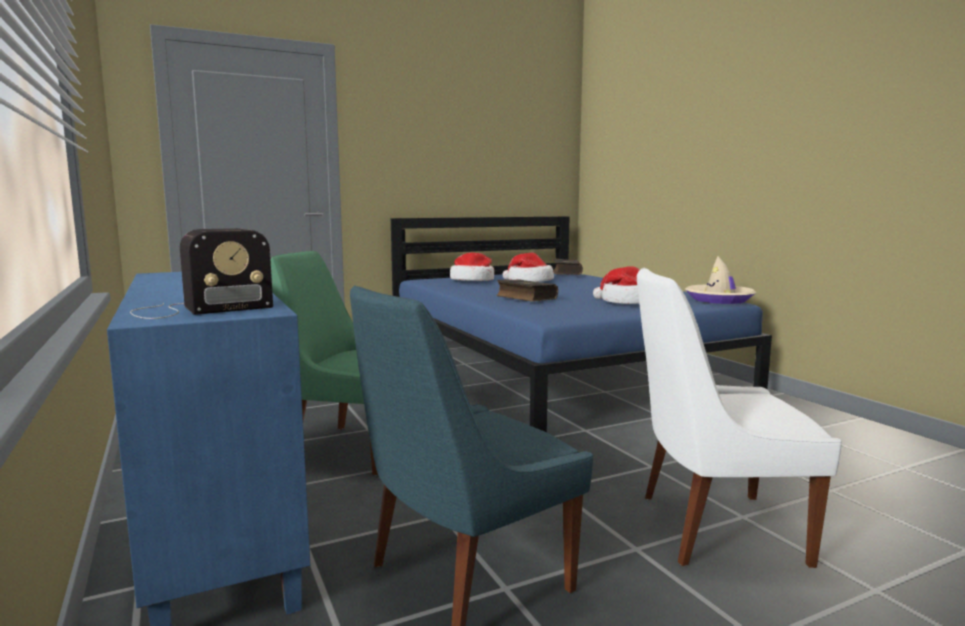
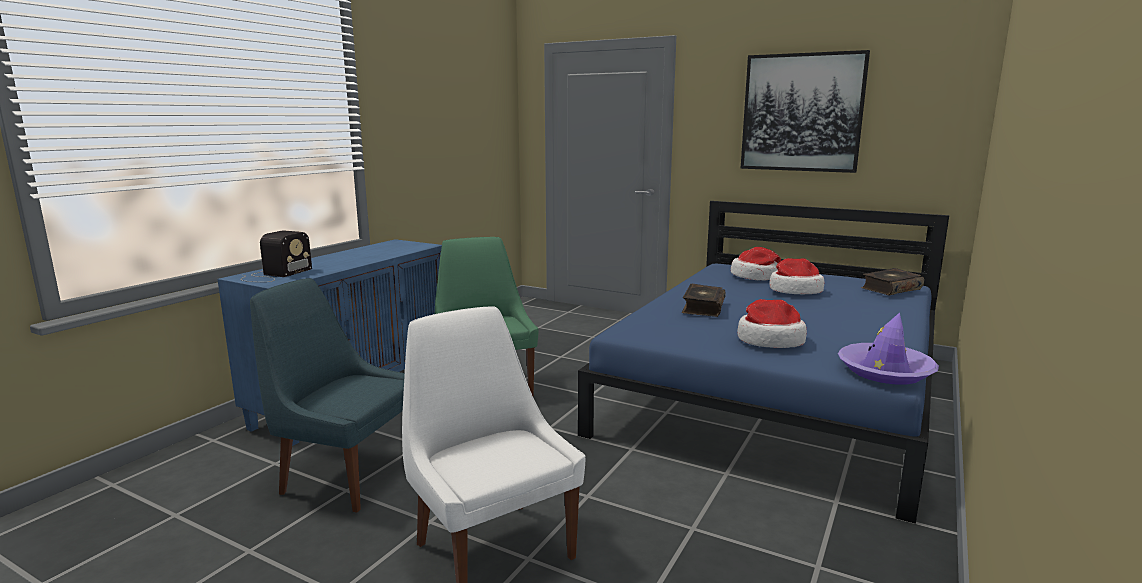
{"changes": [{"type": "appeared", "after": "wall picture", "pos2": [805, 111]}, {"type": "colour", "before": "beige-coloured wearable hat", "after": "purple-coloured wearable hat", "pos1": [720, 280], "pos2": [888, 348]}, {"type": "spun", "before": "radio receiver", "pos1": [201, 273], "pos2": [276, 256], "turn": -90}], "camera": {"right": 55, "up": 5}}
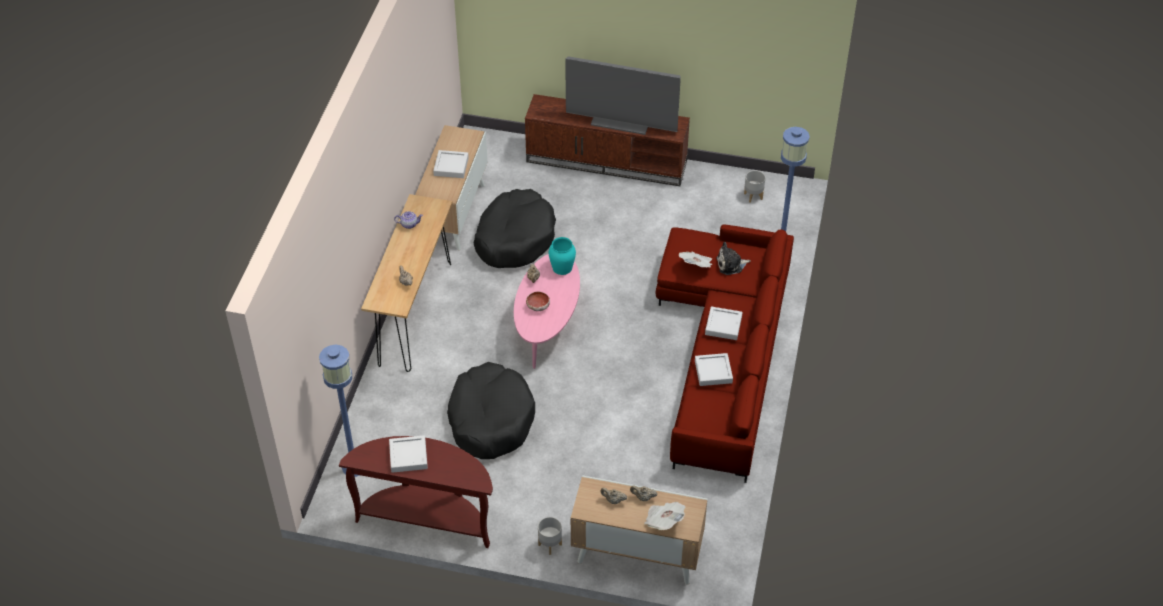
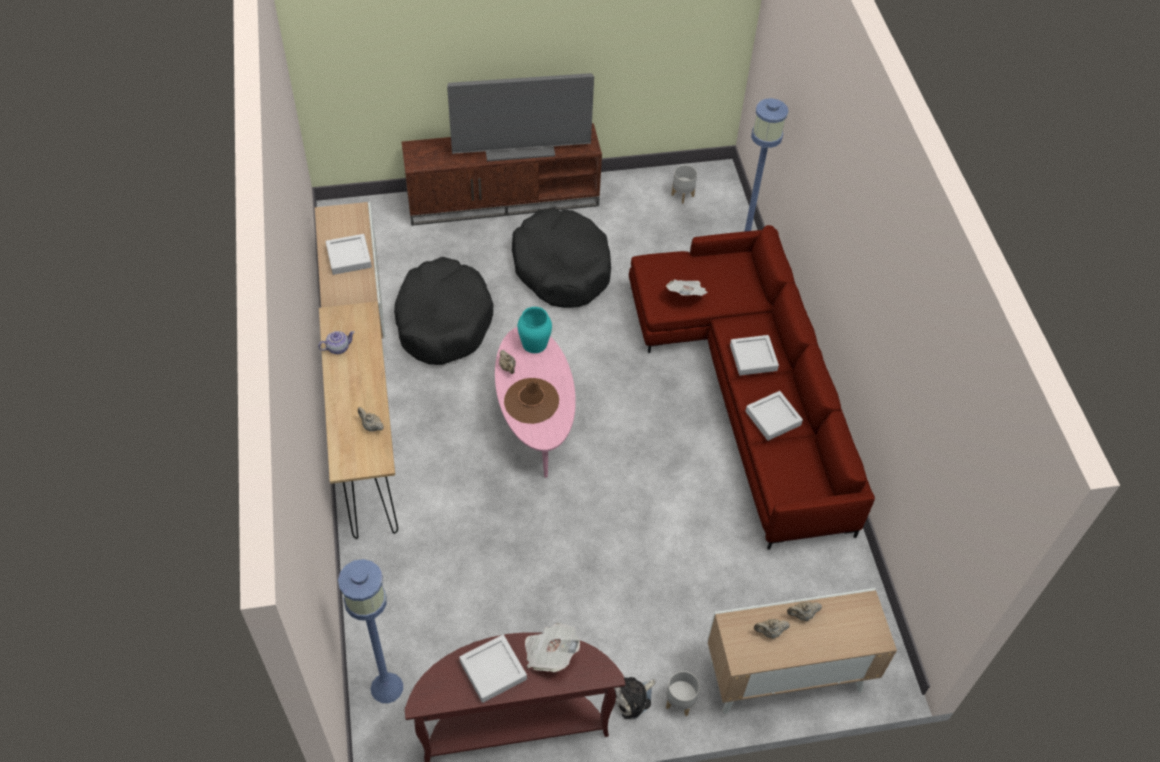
{"changes": [{"type": "relocated", "before": "black-coloured pet bed", "pos1": [491, 410], "pos2": [561, 258]}, {"type": "relocated", "before": "printed paper", "pos1": [664, 516], "pos2": [552, 647]}, {"type": "relocated", "before": "soft toy", "pos1": [733, 258], "pos2": [634, 698]}, {"type": "exchanged", "before": "bowl", "after": "brownish wearable hat", "pos1": [538, 301], "pos2": [531, 401]}], "camera": {"right": -25, "up": 5}}
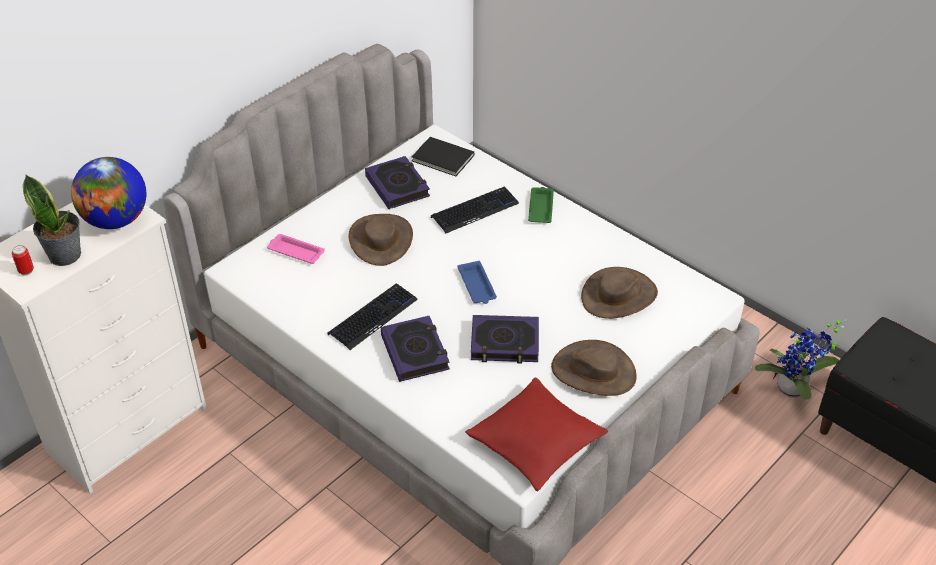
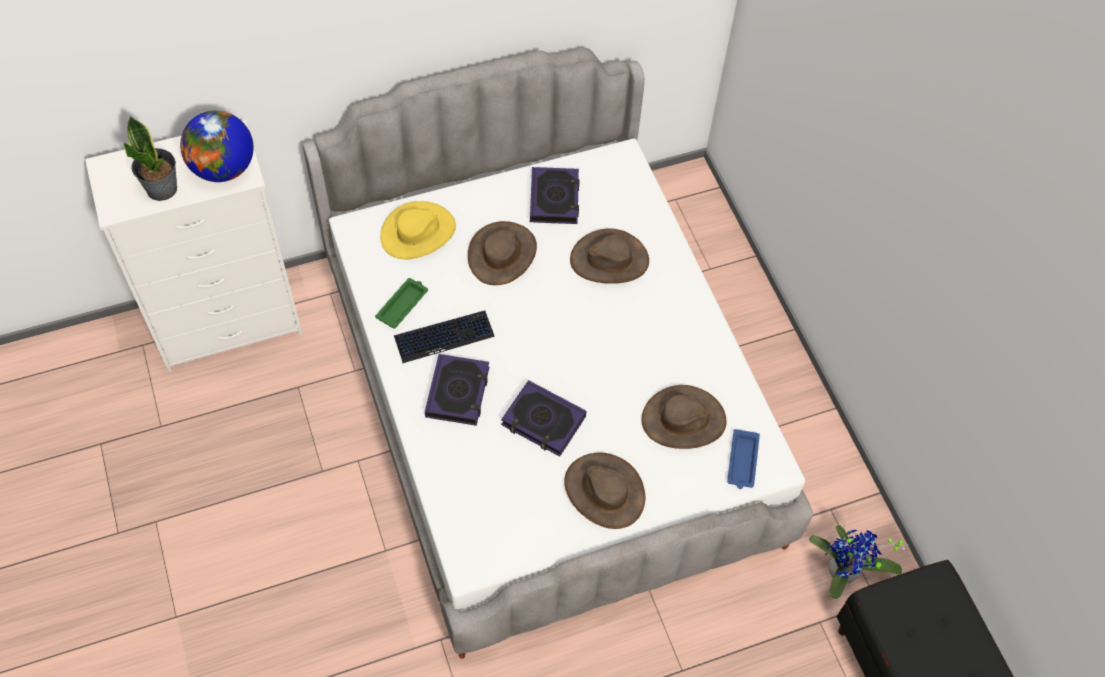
{"changes": [{"type": "missing", "before": "metal can", "pos1": [23, 260]}, {"type": "missing", "before": "black-coloured bound book", "pos1": [443, 156]}, {"type": "missing", "before": "red pillow", "pos1": [536, 434]}, {"type": "relocated", "before": "blue carrying tray", "pos1": [477, 282], "pos2": [743, 459]}, {"type": "relocated", "before": "green carrying tray", "pos1": [541, 205], "pos2": [401, 303]}, {"type": "exchanged", "before": "pinkish carrying tray", "after": "yellow wearable hat", "pos1": [296, 249], "pos2": [418, 230]}, {"type": "exchanged", "before": "keyboard", "after": "brownish wearable hat", "pos1": [475, 210], "pos2": [609, 256]}], "camera": {"right": 25, "up": 15}}
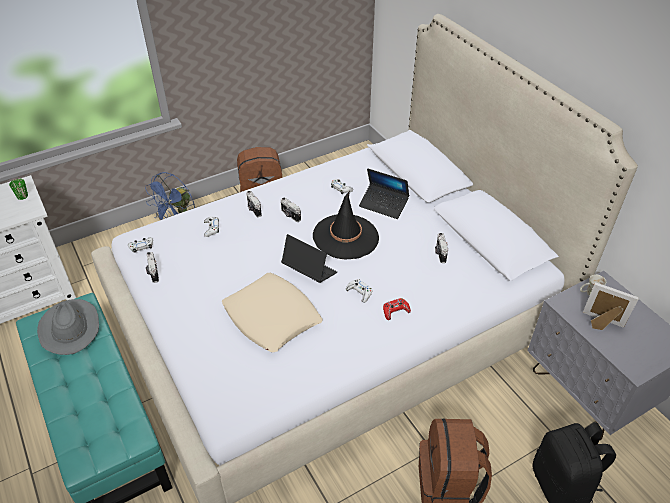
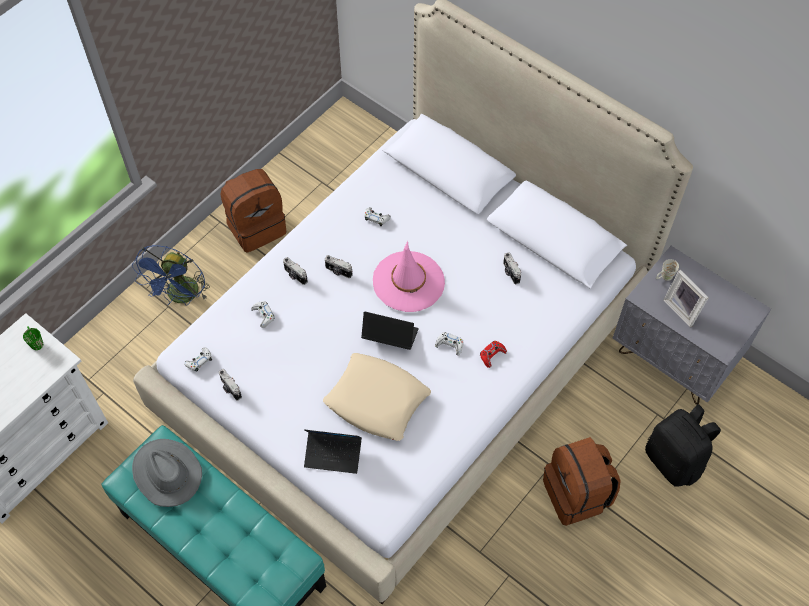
{"changes": [{"type": "relocated", "before": "notebook computer", "pos1": [384, 193], "pos2": [333, 452]}, {"type": "colour", "before": "black-coloured wearable hat", "after": "pinkish wearable hat", "pos1": [346, 225], "pos2": [409, 276]}, {"type": "spun", "before": "picture frame", "pos1": [611, 306], "pos2": [686, 298], "turn": -135}], "camera": {"right": -20, "up": 15}}
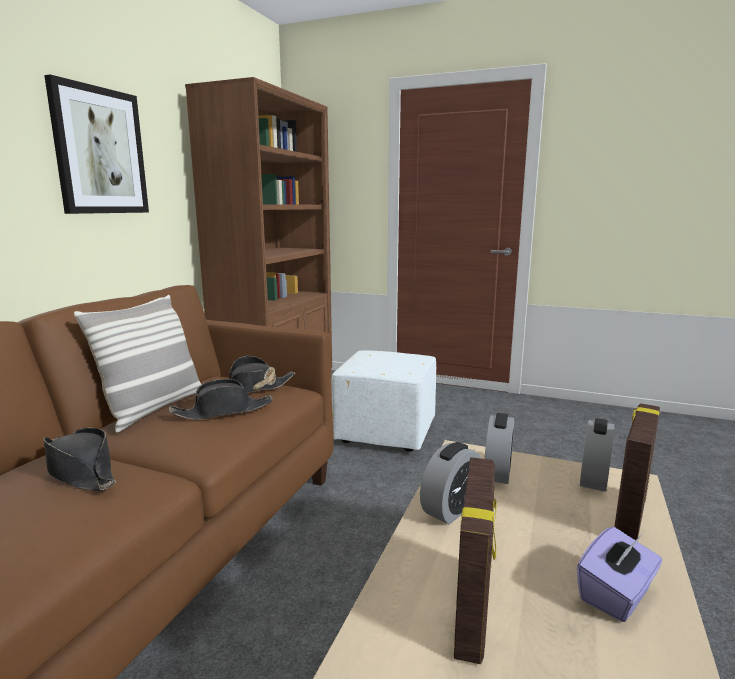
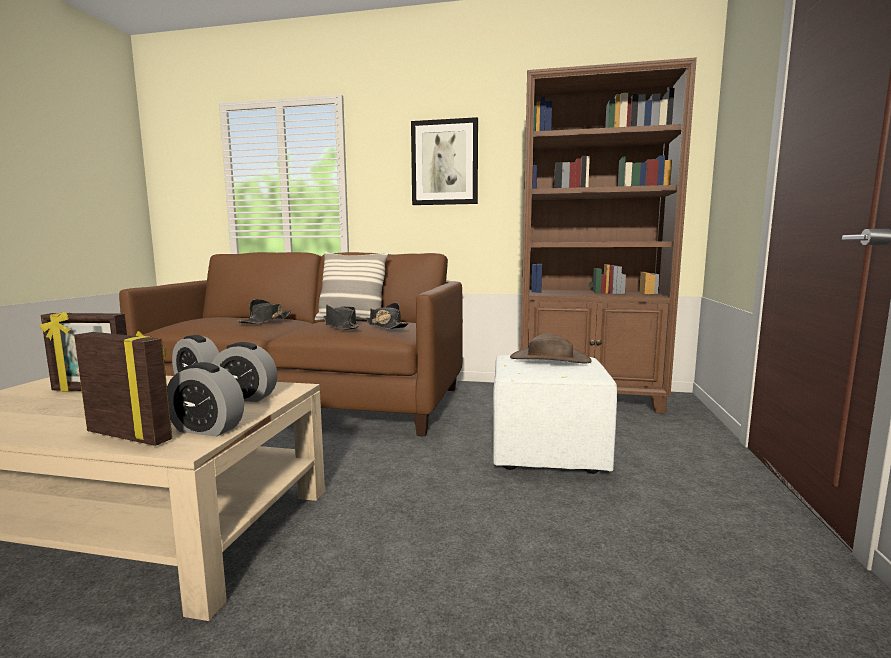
{"changes": [{"type": "missing", "before": "purple-coloured box of tissues", "pos1": [619, 574]}, {"type": "appeared", "after": "brownish wearable hat", "pos2": [551, 348]}], "camera": {"right": 80, "up": -5}}
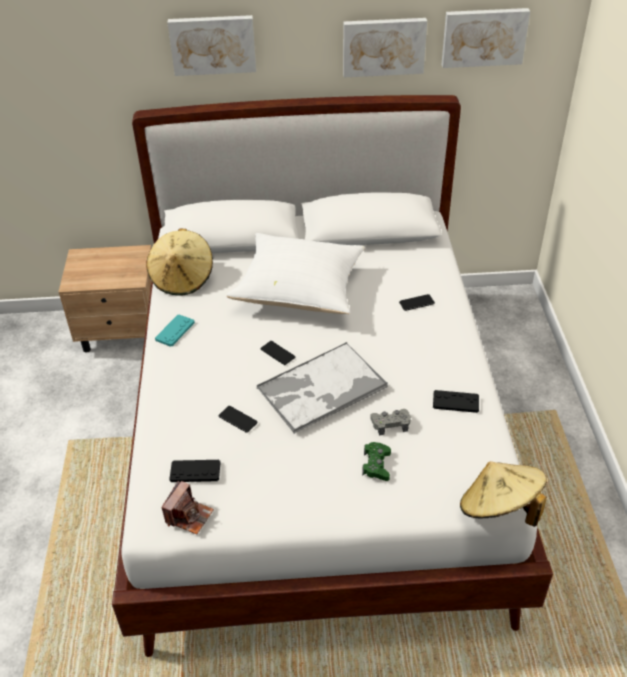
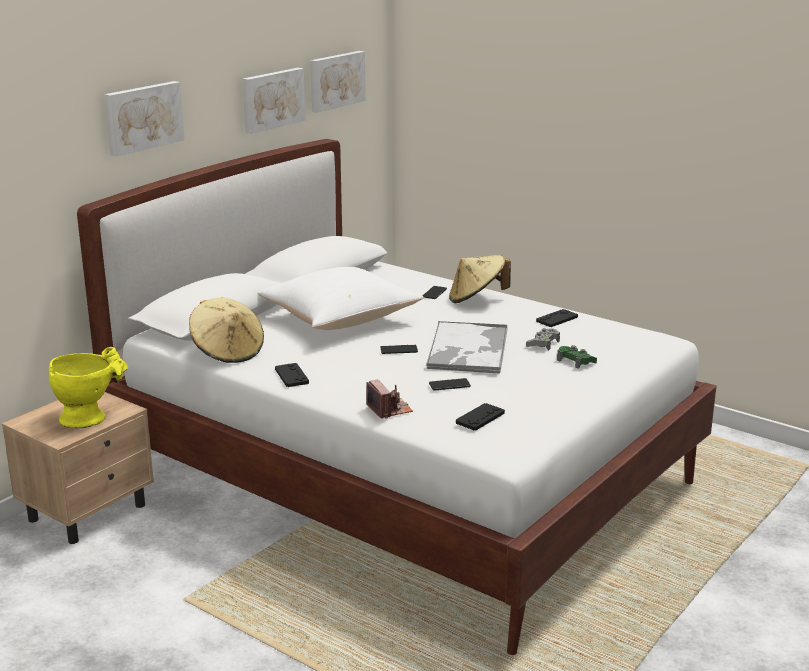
{"changes": [{"type": "appeared", "after": "yellow vase", "pos2": [89, 387]}, {"type": "relocated", "before": "still camera", "pos1": [187, 507], "pos2": [389, 399]}, {"type": "relocated", "before": "beige-coloured wearable hat", "pos1": [503, 494], "pos2": [480, 279]}, {"type": "colour", "before": "turquoise-coloured game controller", "after": "black-coloured game controller", "pos1": [175, 331], "pos2": [292, 375]}], "camera": {"right": -50, "up": -20}}
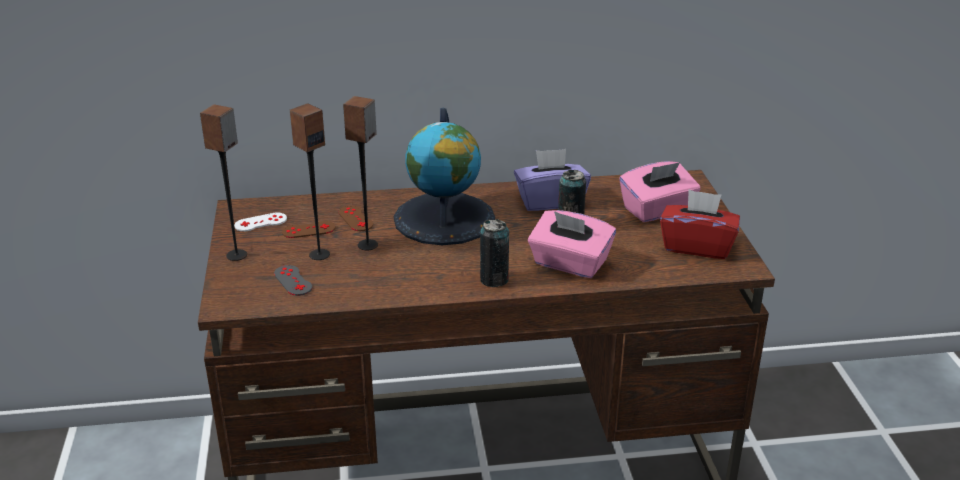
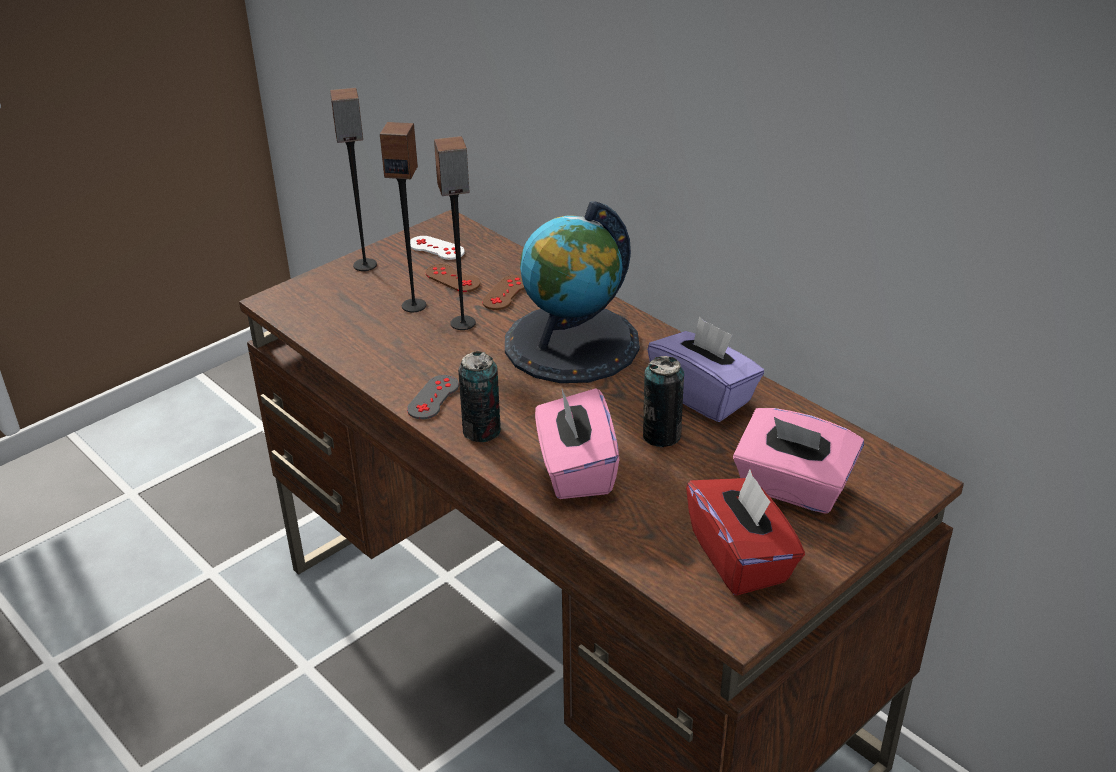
{"changes": [{"type": "relocated", "before": "grey game controller", "pos1": [293, 280], "pos2": [433, 397]}], "camera": {"right": 55, "up": 5}}
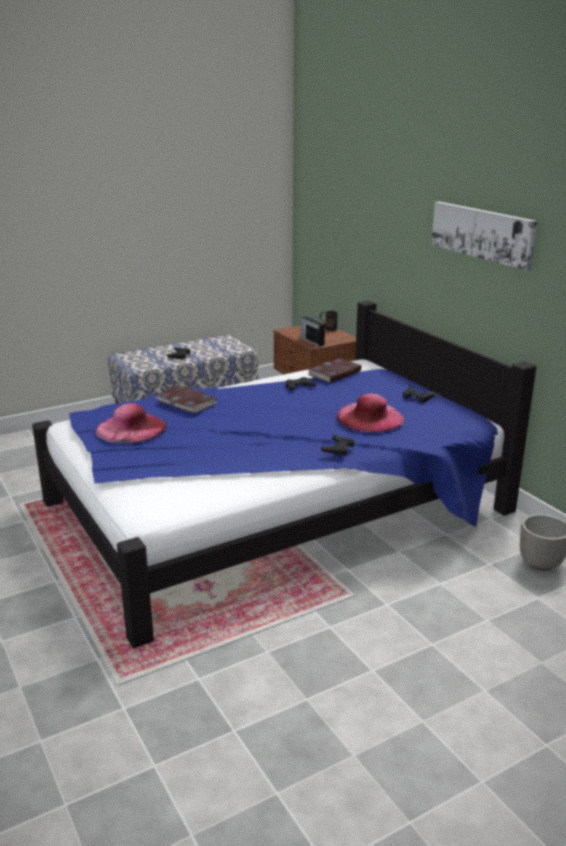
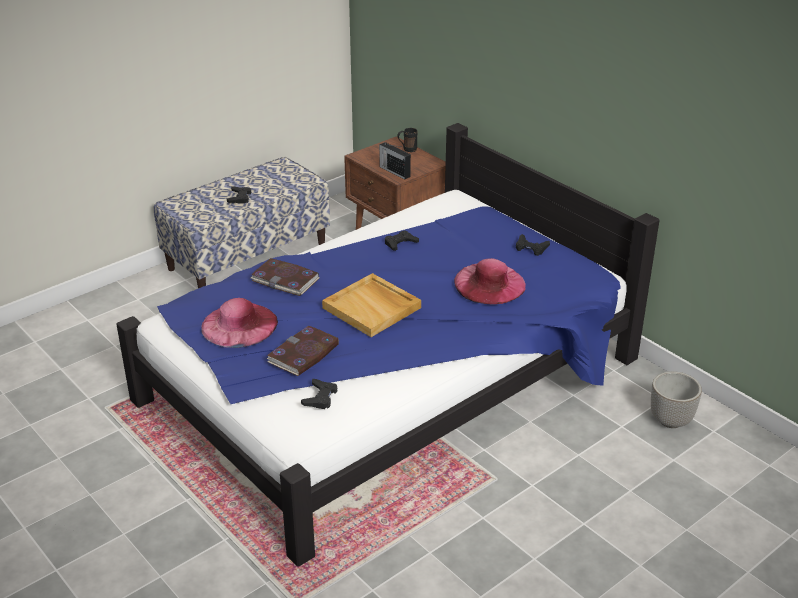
{"changes": [{"type": "missing", "before": "wall picture", "pos1": [484, 236]}, {"type": "appeared", "after": "beige-coloured carrying tray", "pos2": [371, 305]}, {"type": "relocated", "before": "bound book", "pos1": [334, 370], "pos2": [303, 351]}, {"type": "relocated", "before": "black-coloured game controller", "pos1": [337, 445], "pos2": [319, 394]}], "camera": {"right": -10, "up": 10}}
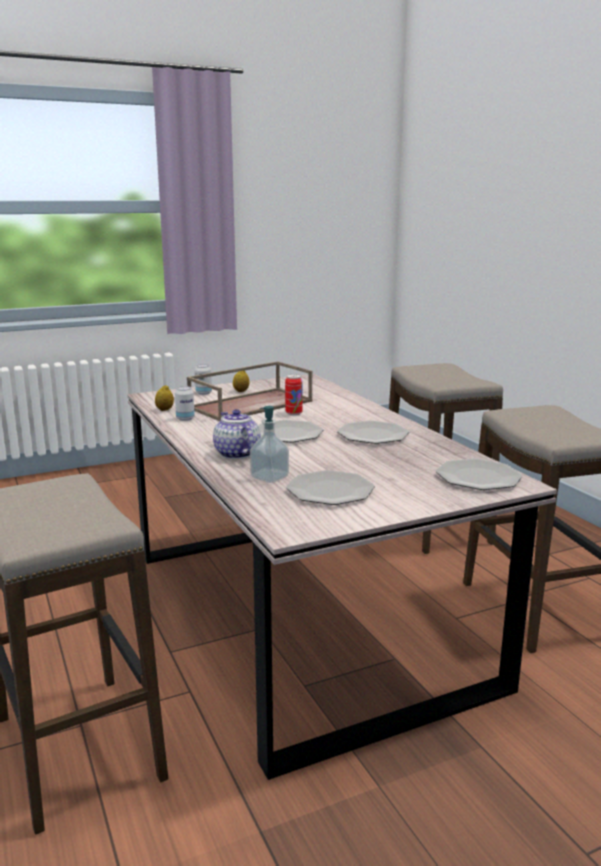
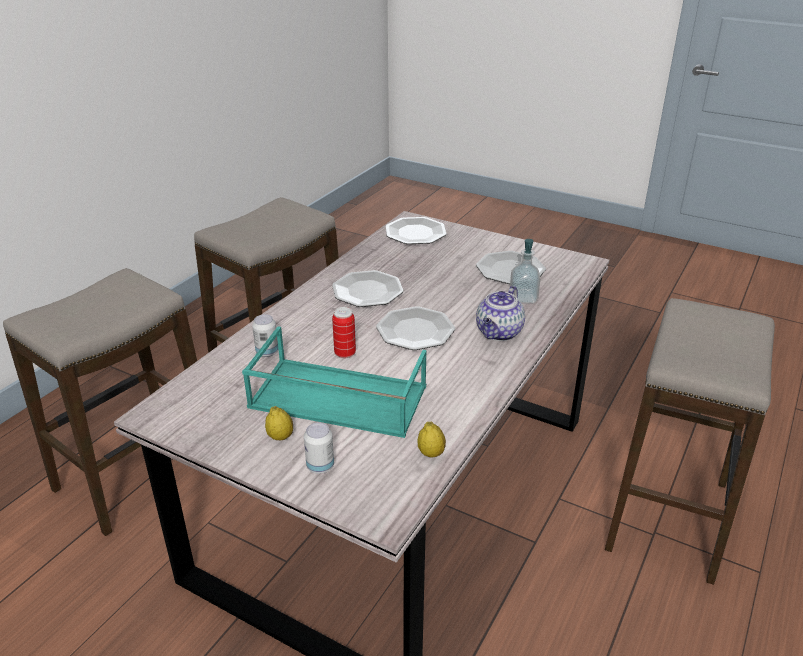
{"changes": [{"type": "relocated", "before": "metal can", "pos1": [185, 403], "pos2": [265, 335]}, {"type": "colour", "before": "brownish carrying tray", "after": "turquoise-coloured carrying tray", "pos1": [250, 391], "pos2": [334, 382]}], "camera": {"right": -125, "up": 15}}
